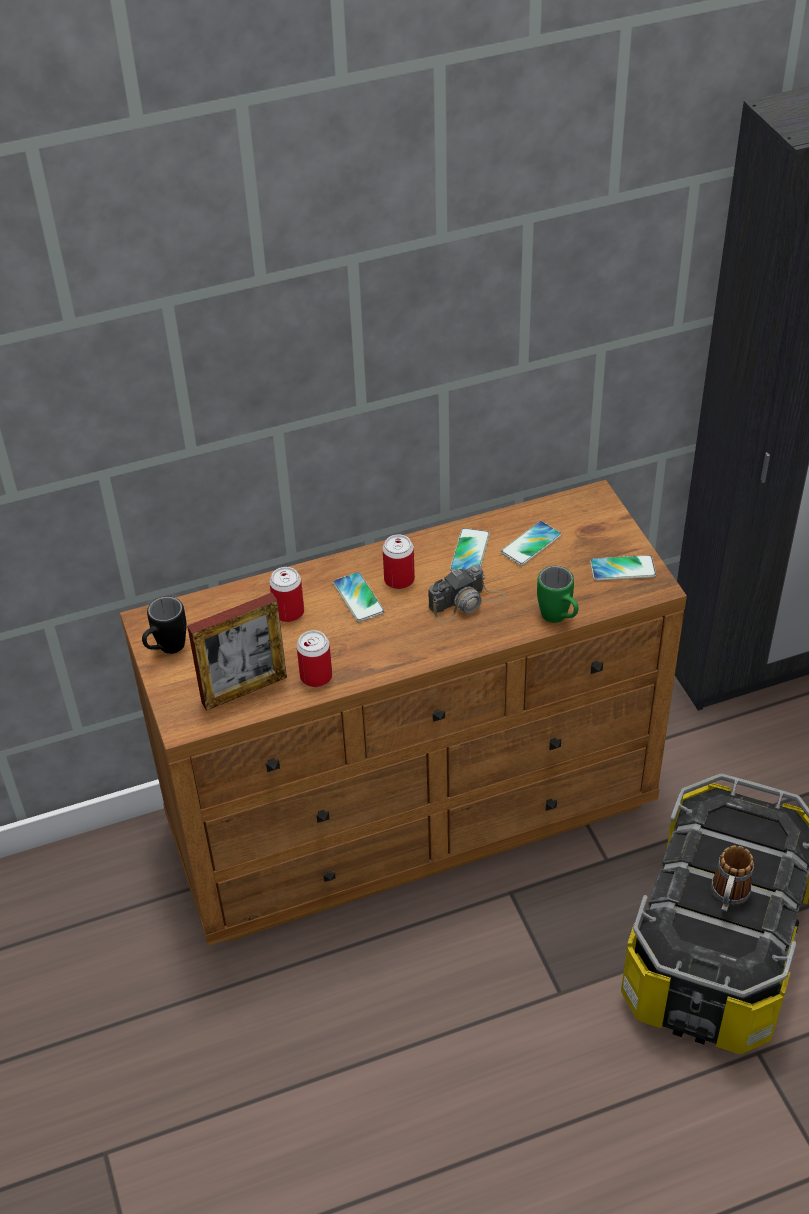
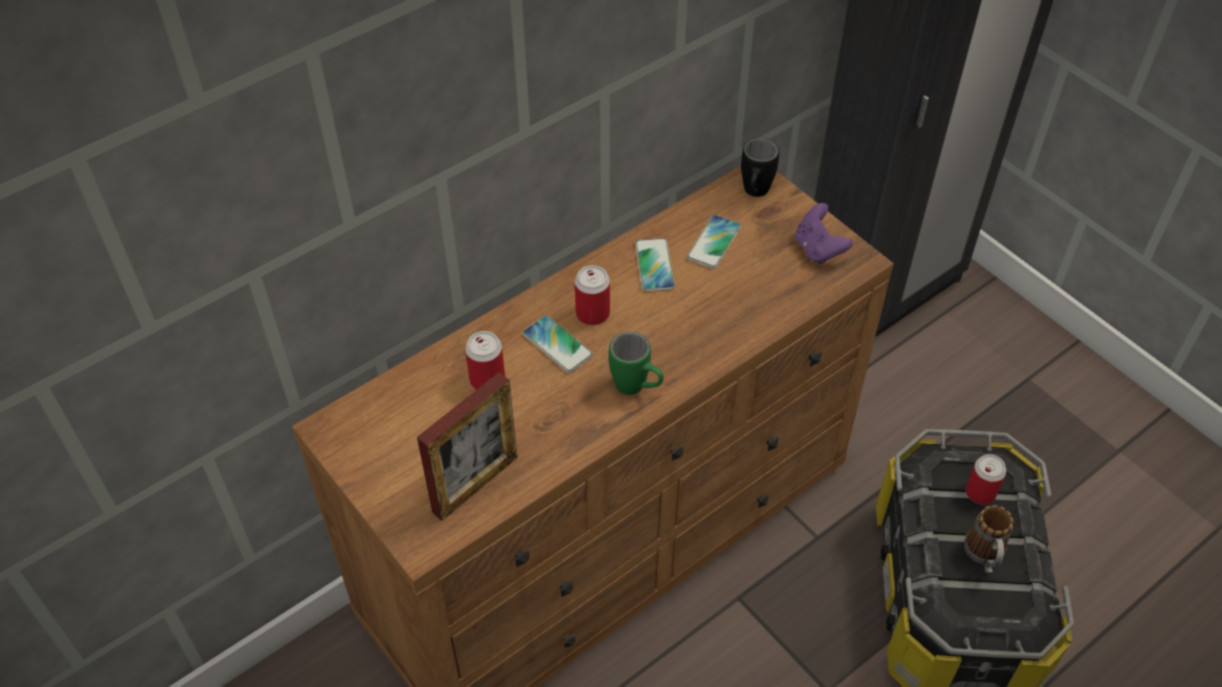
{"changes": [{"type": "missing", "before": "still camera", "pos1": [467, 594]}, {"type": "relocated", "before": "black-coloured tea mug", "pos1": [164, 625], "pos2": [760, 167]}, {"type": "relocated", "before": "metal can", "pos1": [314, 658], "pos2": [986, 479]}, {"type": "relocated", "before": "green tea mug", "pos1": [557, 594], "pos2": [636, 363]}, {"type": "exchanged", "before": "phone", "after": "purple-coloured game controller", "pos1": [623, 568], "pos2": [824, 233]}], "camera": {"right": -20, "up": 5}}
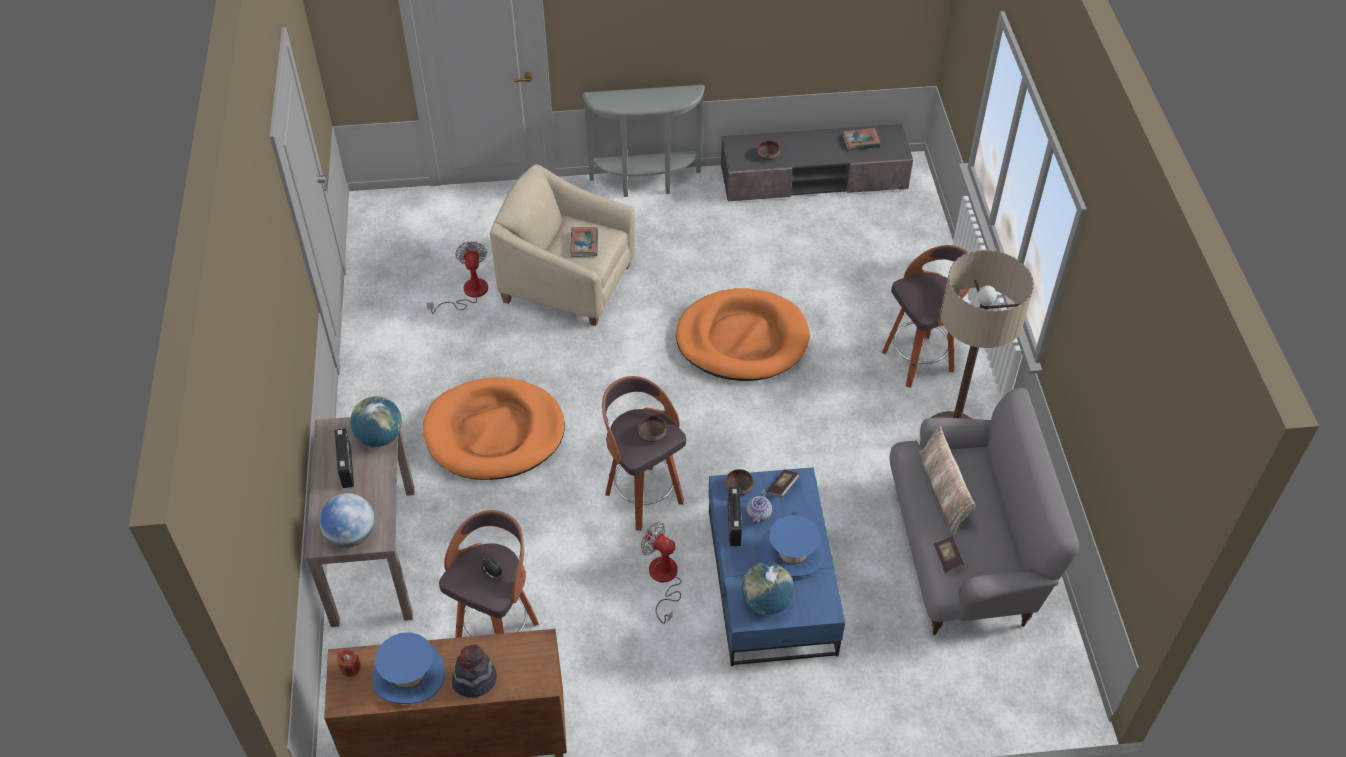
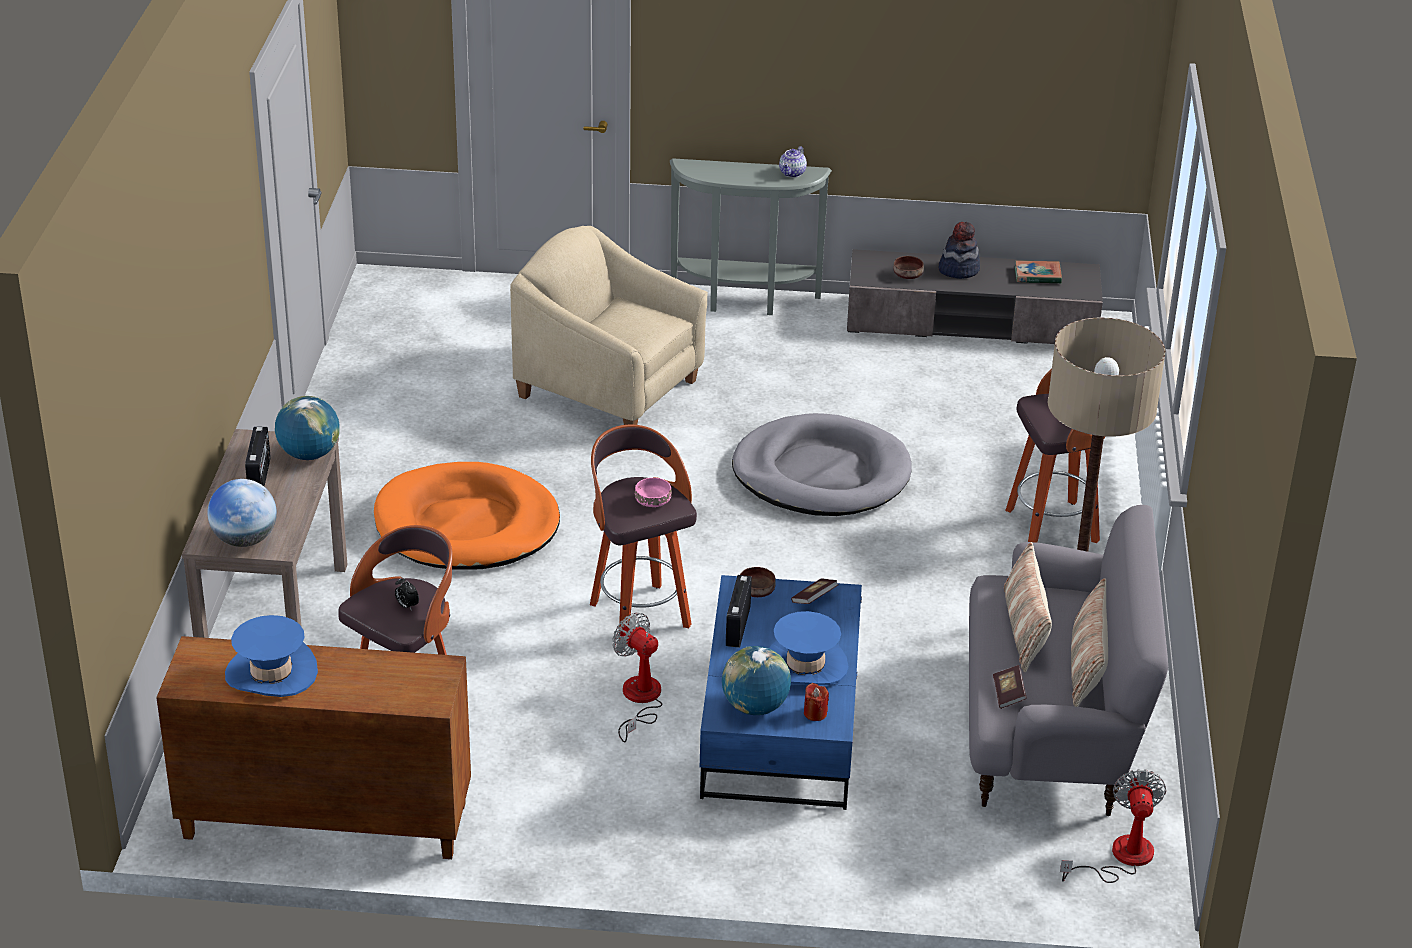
{"changes": [{"type": "missing", "before": "bound book", "pos1": [584, 242]}, {"type": "appeared", "after": "pillow", "pos2": [1089, 642]}, {"type": "relocated", "before": "red candle", "pos1": [349, 663], "pos2": [816, 702]}, {"type": "relocated", "before": "electric fan", "pos1": [457, 277], "pos2": [1113, 826]}, {"type": "relocated", "before": "wearable hat", "pos1": [474, 671], "pos2": [959, 250]}, {"type": "relocated", "before": "teapot", "pos1": [759, 506], "pos2": [793, 161]}, {"type": "colour", "before": "brownish bowl", "after": "pinkish bowl", "pos1": [652, 429], "pos2": [653, 492]}, {"type": "colour", "before": "orangey pet bed", "after": "grey pet bed", "pos1": [743, 334], "pos2": [822, 464]}], "camera": {"right": 10, "up": -15}}
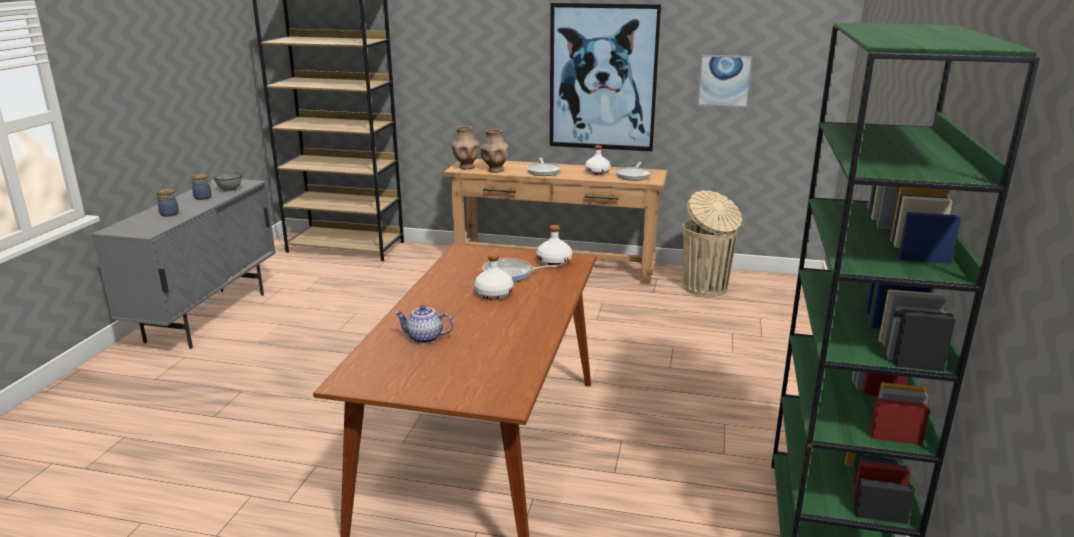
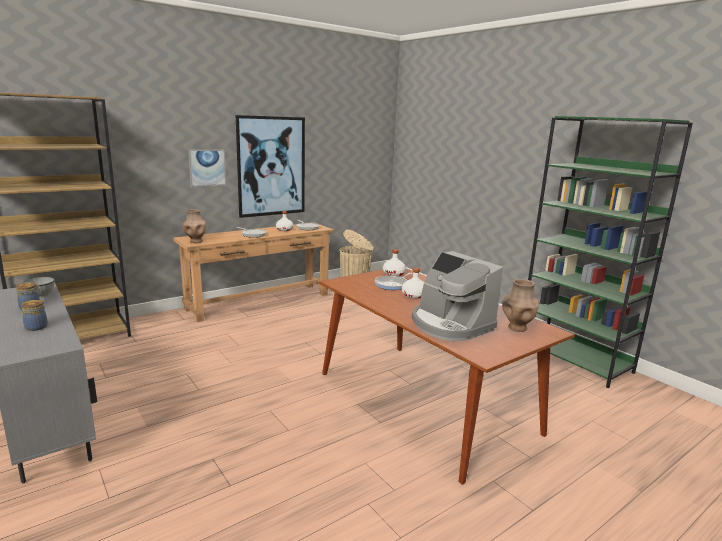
{"changes": [{"type": "relocated", "before": "brownish vase", "pos1": [494, 151], "pos2": [520, 305]}, {"type": "relocated", "before": "wall picture", "pos1": [725, 81], "pos2": [207, 168]}, {"type": "exchanged", "before": "teapot", "after": "coffee machine", "pos1": [424, 324], "pos2": [457, 296]}], "camera": {"right": -50, "up": -5}}
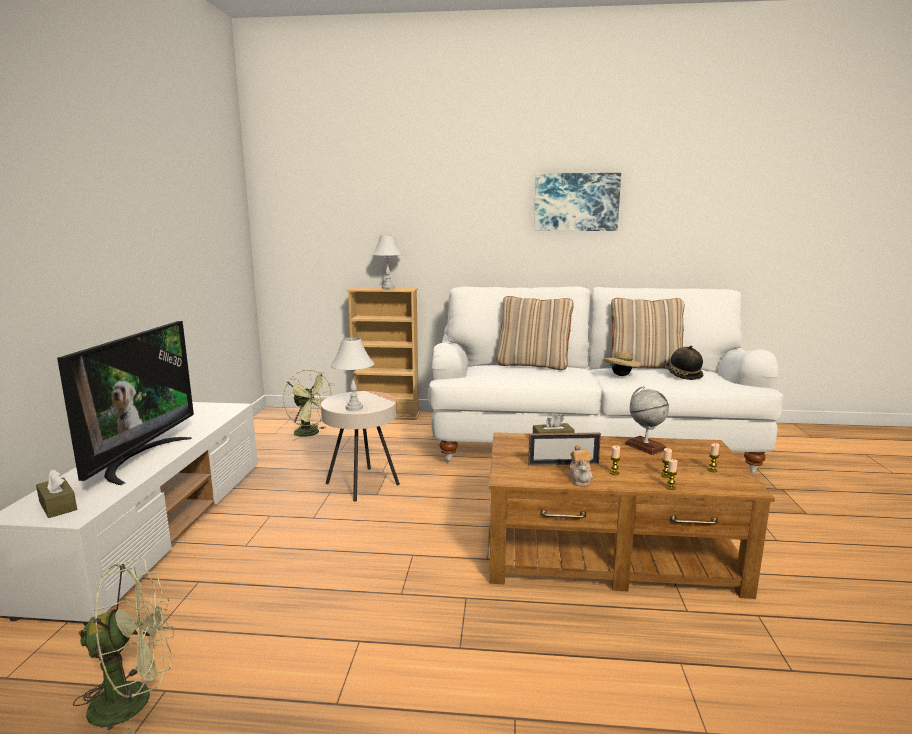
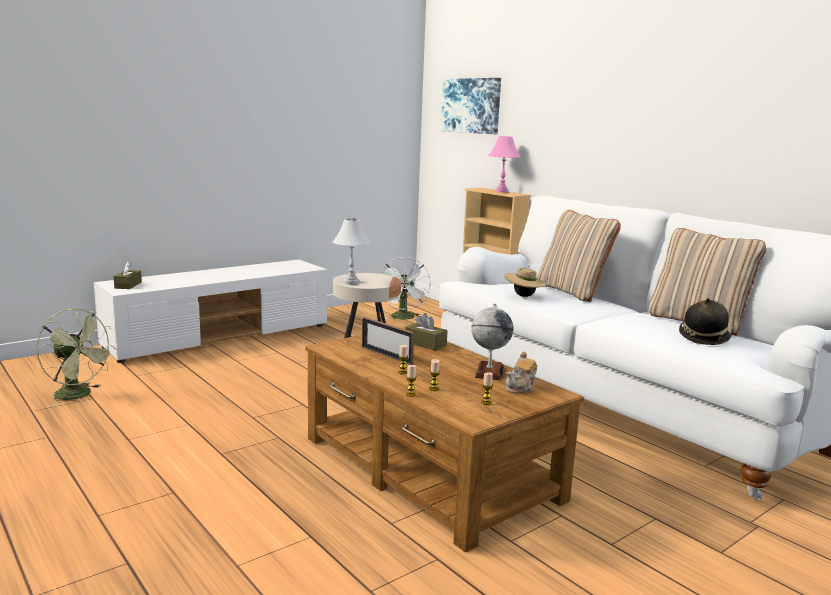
{"changes": [{"type": "missing", "before": "TV set", "pos1": [125, 403]}, {"type": "relocated", "before": "wall picture", "pos1": [577, 202], "pos2": [471, 106]}, {"type": "relocated", "before": "teapot", "pos1": [581, 465], "pos2": [521, 373]}, {"type": "relocated", "before": "beige-coloured wearable hat", "pos1": [622, 363], "pos2": [525, 282]}, {"type": "colour", "before": "green electric fan", "after": "white-coloured electric fan", "pos1": [309, 405], "pos2": [405, 288]}, {"type": "colour", "before": "white-coloured tabletop lamp", "after": "pinkish tabletop lamp", "pos1": [387, 262], "pos2": [504, 164]}], "camera": {"right": 45, "up": 0}}
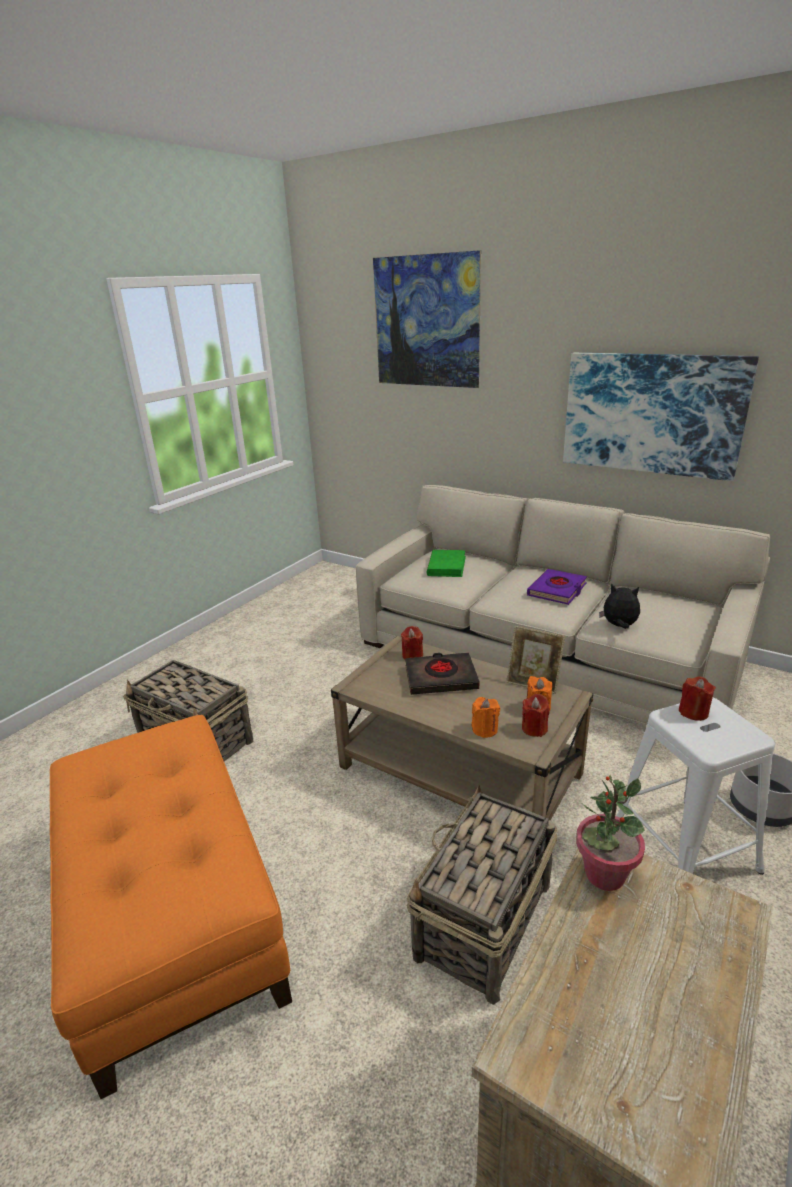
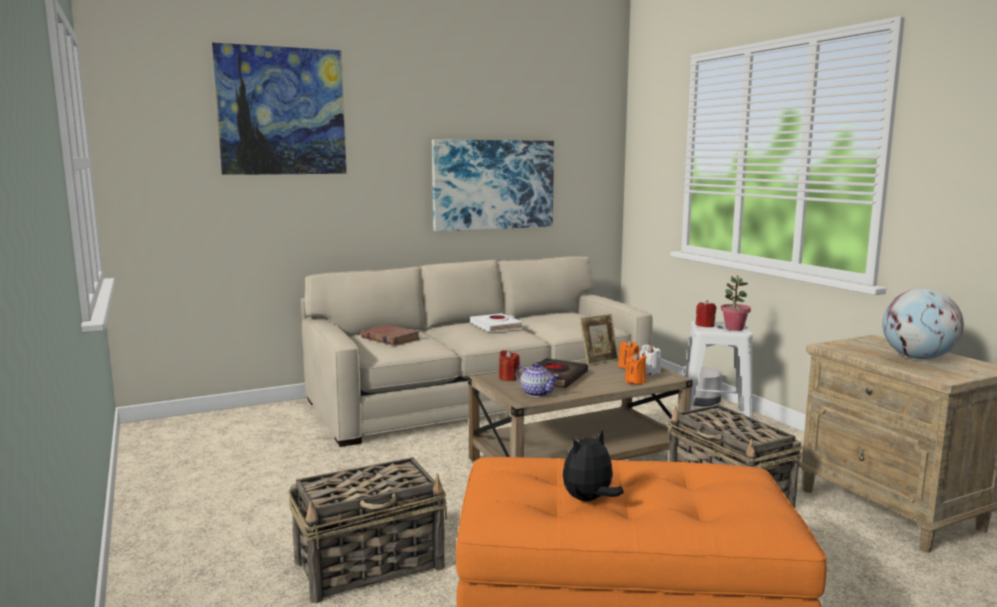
{"changes": [{"type": "appeared", "after": "teapot", "pos2": [537, 380]}, {"type": "appeared", "after": "desk globe", "pos2": [923, 324]}, {"type": "relocated", "before": "plant in a pot", "pos1": [610, 833], "pos2": [736, 303]}, {"type": "relocated", "before": "soft toy", "pos1": [619, 606], "pos2": [593, 465]}, {"type": "colour", "before": "green bound book", "after": "brownish bound book", "pos1": [446, 563], "pos2": [390, 335]}, {"type": "colour", "before": "red candle", "after": "white-coloured candle", "pos1": [536, 715], "pos2": [650, 359]}, {"type": "colour", "before": "purple-coloured bound book", "after": "white-coloured bound book", "pos1": [557, 587], "pos2": [496, 323]}], "camera": {"right": -60, "up": -15}}
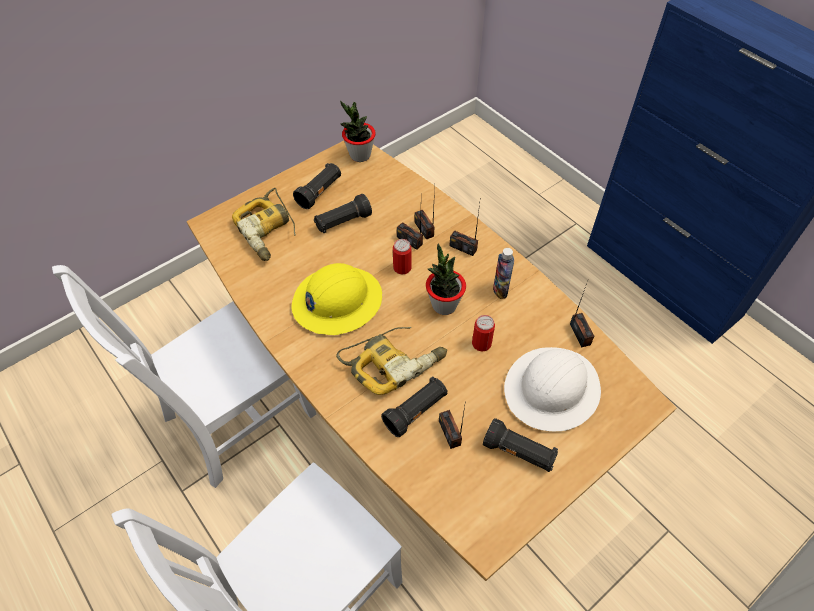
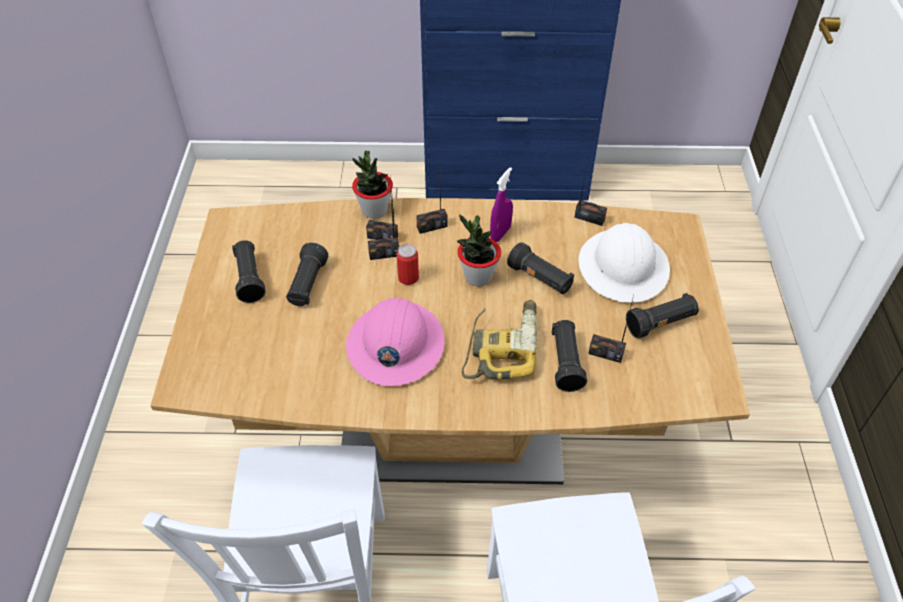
{"changes": [{"type": "missing", "before": "power drill", "pos1": [264, 224]}, {"type": "relocated", "before": "plant in a pot", "pos1": [358, 131], "pos2": [372, 185]}, {"type": "exchanged", "before": "metal can", "after": "black-coloured hand torch", "pos1": [483, 333], "pos2": [540, 268]}, {"type": "exchanged", "before": "drink bottle", "after": "purple-coloured spray bottle", "pos1": [503, 273], "pos2": [501, 204]}, {"type": "colour", "before": "yellow hard hat", "after": "pinkish hard hat", "pos1": [336, 299], "pos2": [395, 342]}], "camera": {"right": -50, "up": -5}}
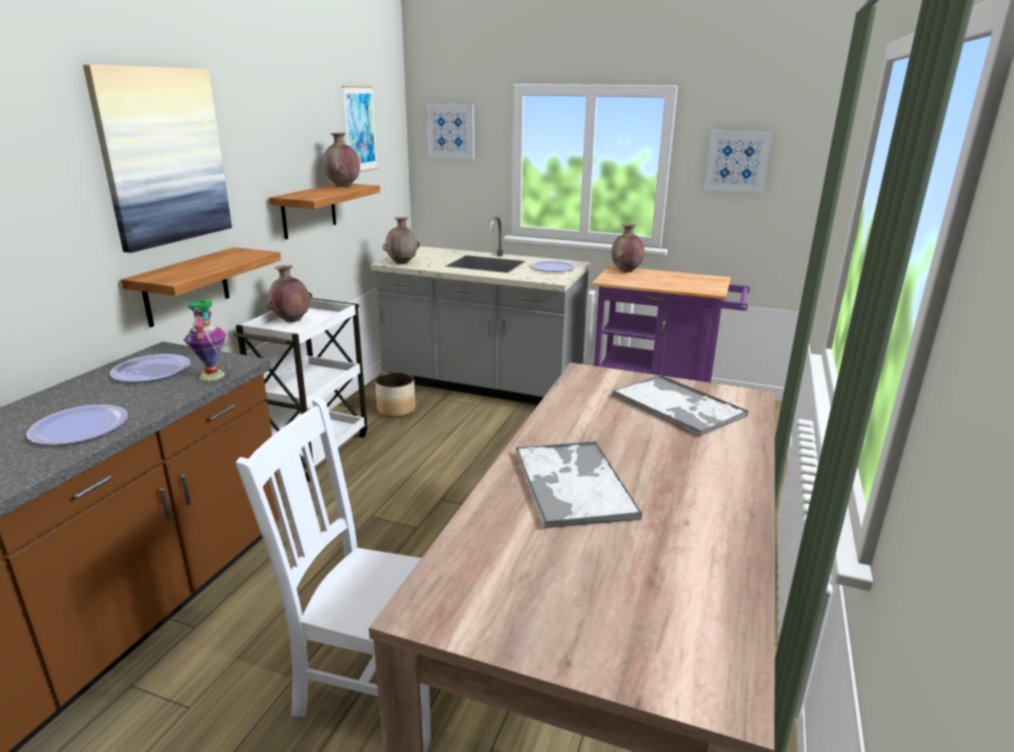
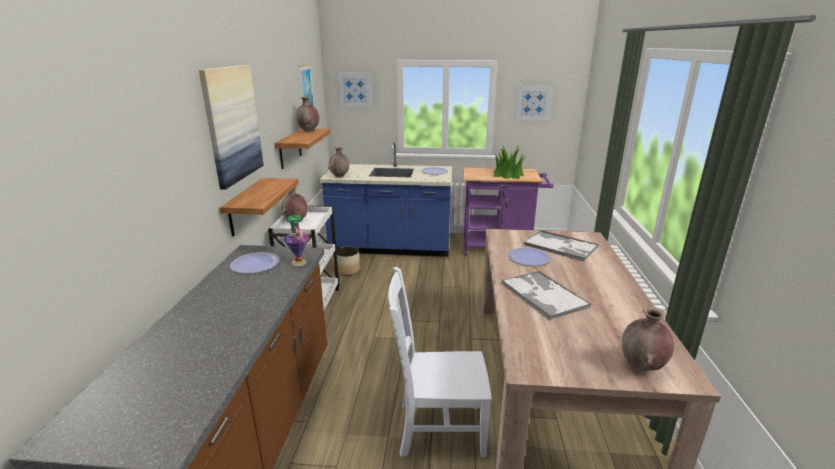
{"changes": [{"type": "appeared", "after": "plant in a pot", "pos2": [509, 162]}, {"type": "relocated", "before": "dinner plate", "pos1": [77, 424], "pos2": [529, 256]}, {"type": "relocated", "before": "brownish vase", "pos1": [628, 248], "pos2": [648, 339]}, {"type": "colour", "before": "grey kitchen base unit", "after": "blue kitchen base unit", "pos1": [480, 310], "pos2": [386, 199]}], "camera": {"right": -15, "up": 0}}
